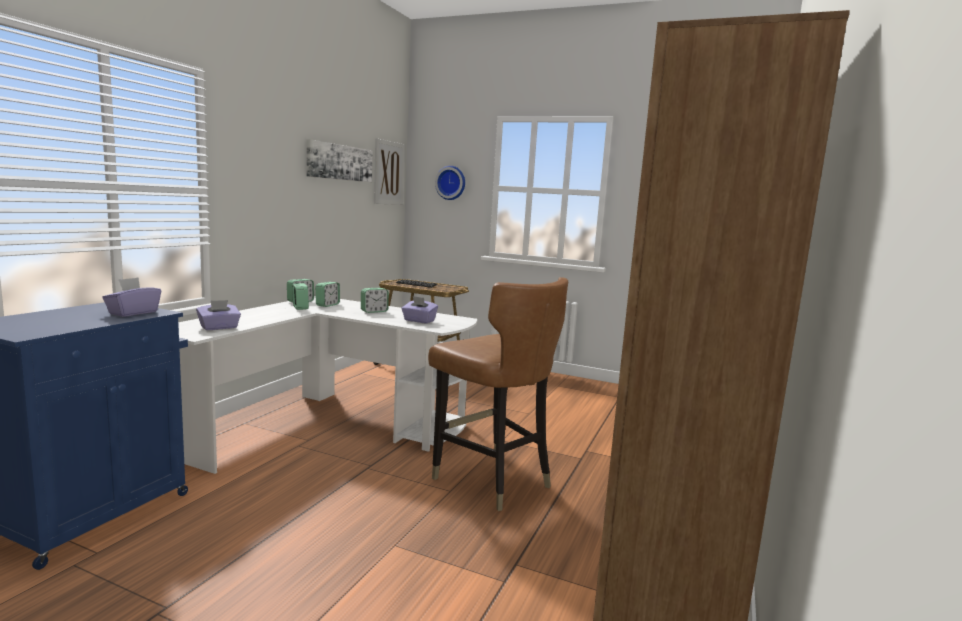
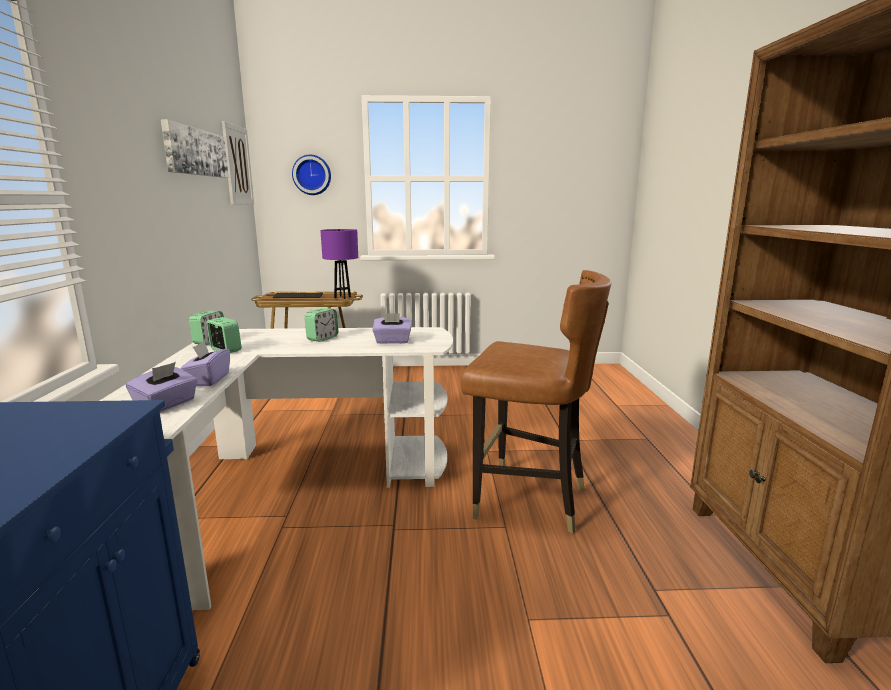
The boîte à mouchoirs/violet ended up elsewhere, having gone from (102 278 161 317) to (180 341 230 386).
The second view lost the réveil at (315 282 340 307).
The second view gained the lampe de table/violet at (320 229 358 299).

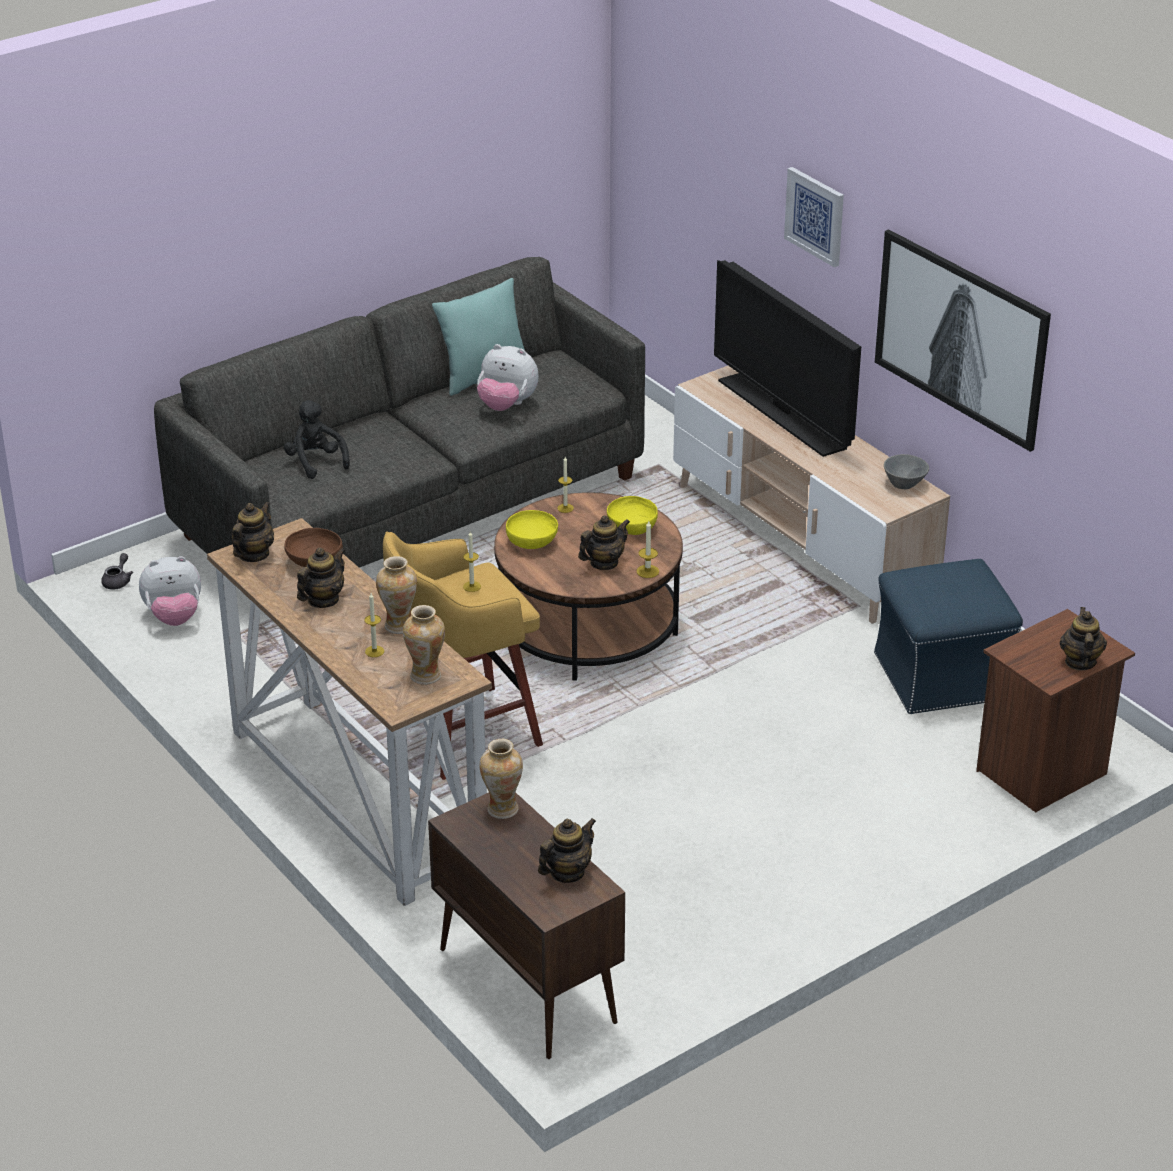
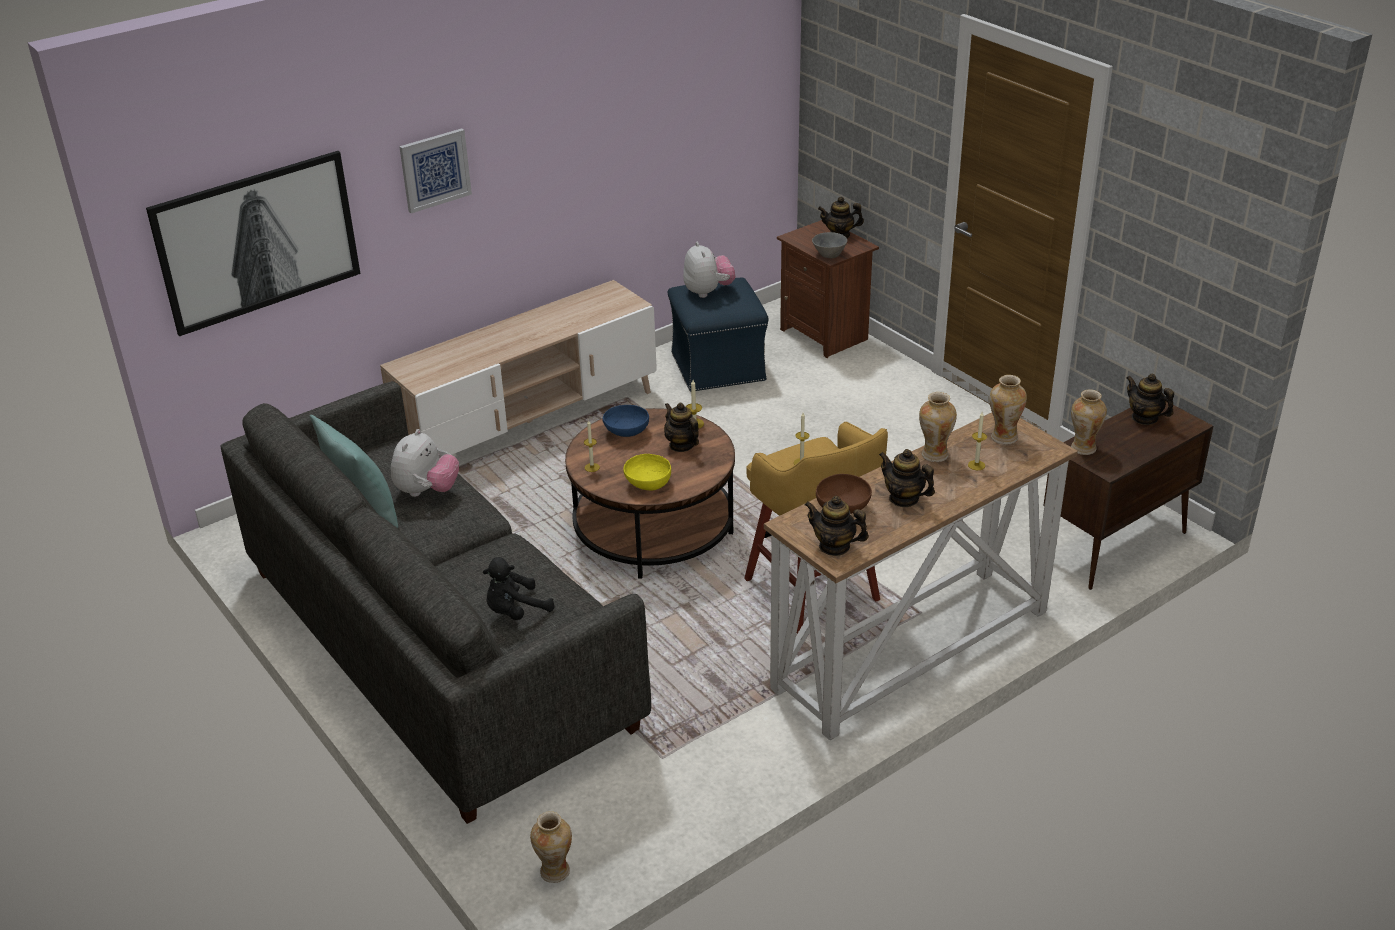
The tableau ended up elsewhere, having gone from (875 229 1051 452) to (146 151 361 336).
The second view lost the téléviseur at (714 260 861 457).
The bol/gris ended up elsewhere, having gone from (884 454 929 489) to (812 232 848 258).
What was the bol/jaune at (607 496 658 535) turned into the bol/bleu at (602 405 649 437).
Where the théière/gris stood at (101 553 133 590), the vase came to stand at (530 811 572 883).
The peluche ended up elsewhere, having gone from (139 556 201 626) to (683 242 736 298).

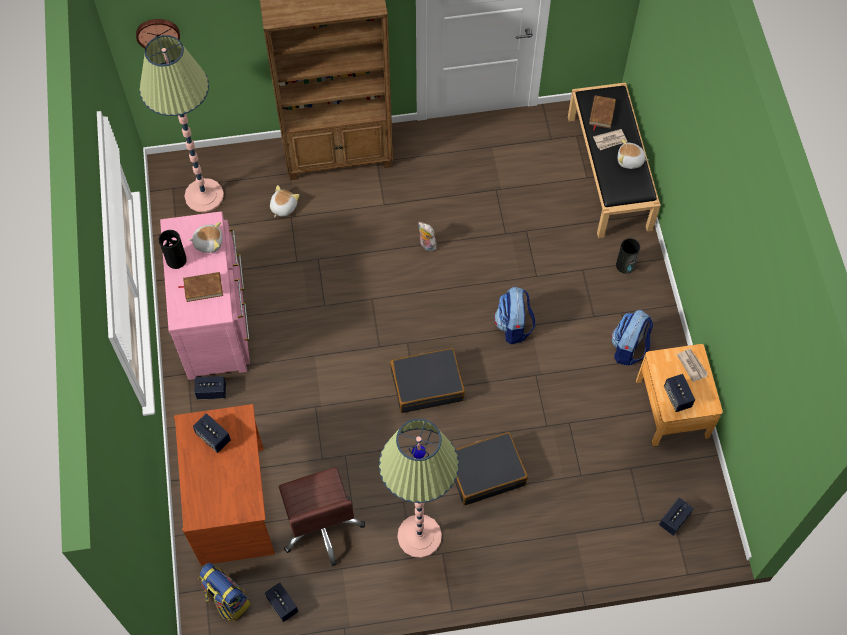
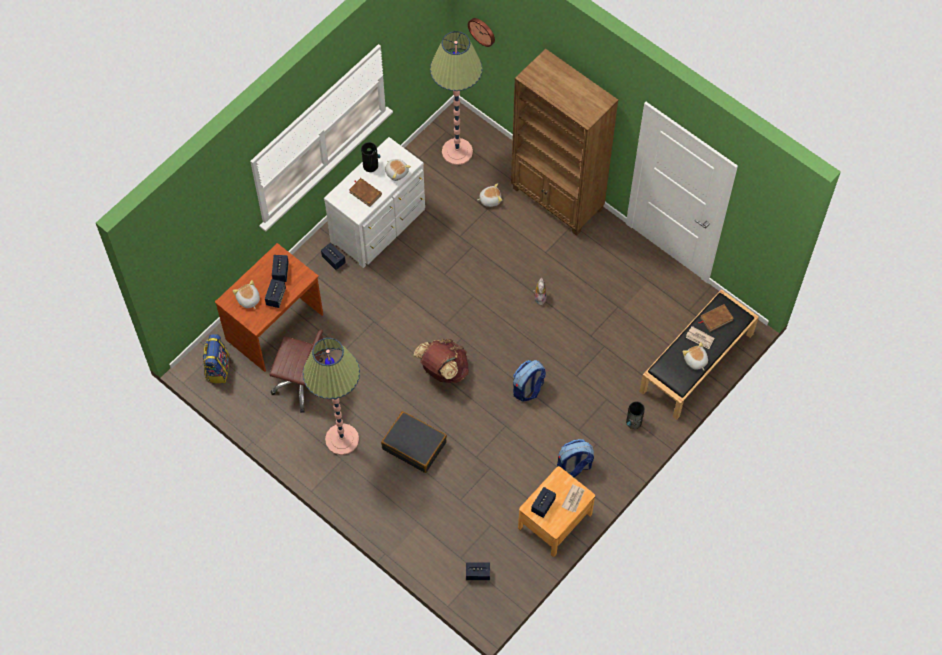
What was the commode/rose at (160 211 250 380) turned into the commode/blanc at (324 137 425 268).
Where the valise/noir stood at (390 348 465 413), the sac à dos/marron came to stand at (414 339 469 383).
The chaise de bureau/marron at (279 467 365 566) ended up facing another way, 105 degrees counterclockwise from before.
The enceinte ended up elsewhere, having gone from (265 582 298 622) to (265 279 286 308).
The second view gained the peluche at (233 280 260 309).

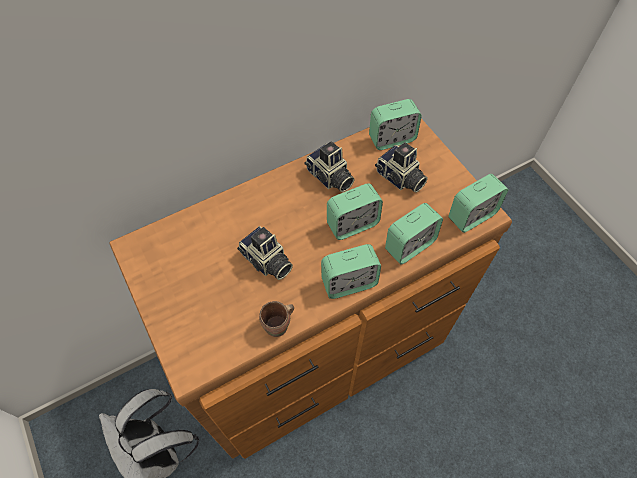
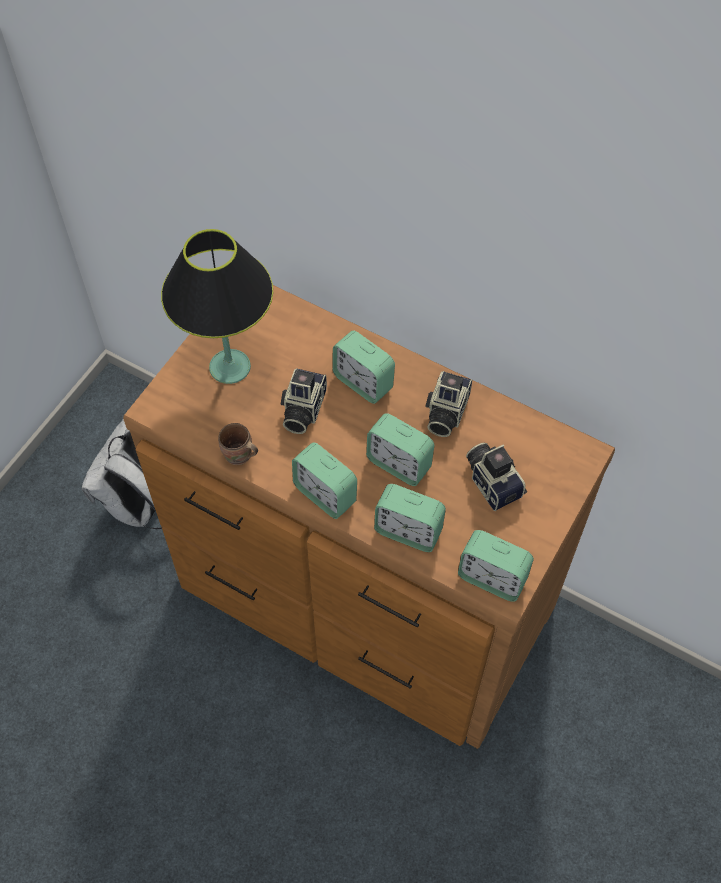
The réveil ended up elsewhere, having gone from (369 99 422 150) to (332 331 395 404).
The appareil photo at (375 142 428 193) ended up facing another way, 135 degrees clockwise from before.
The second view gained the lampe de table/noir at (161 229 273 384).

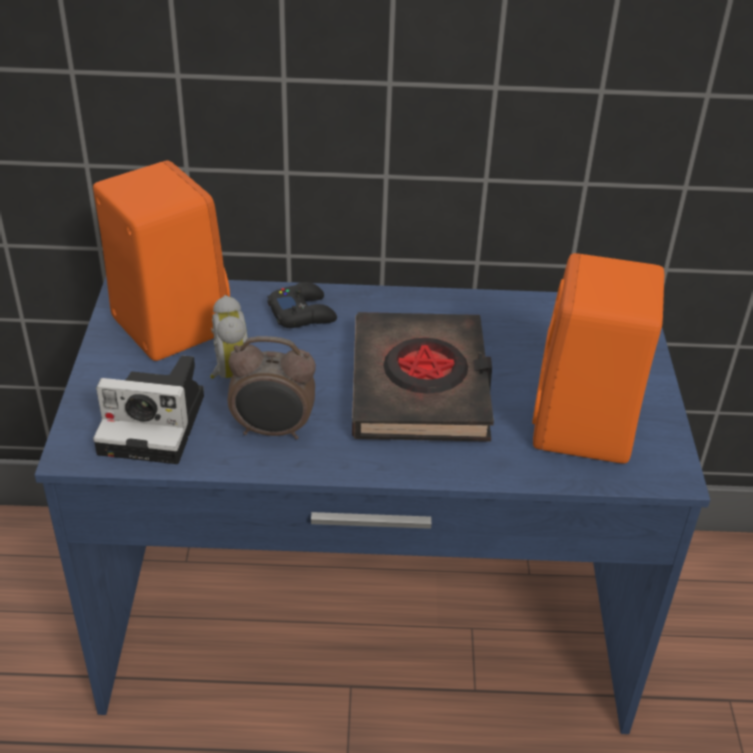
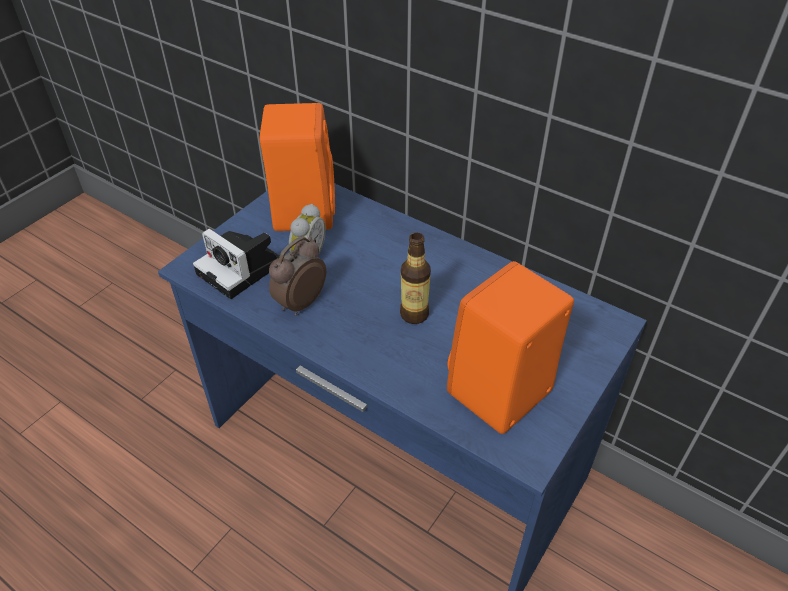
The second view lost the manette/noir at (267 282 337 328).
Where the livre/noir stood at (352 312 494 442), the bouteille came to stand at (400 233 431 324).
The réveil at (228 336 316 439) ended up facing another way, 90 degrees clockwise from before.

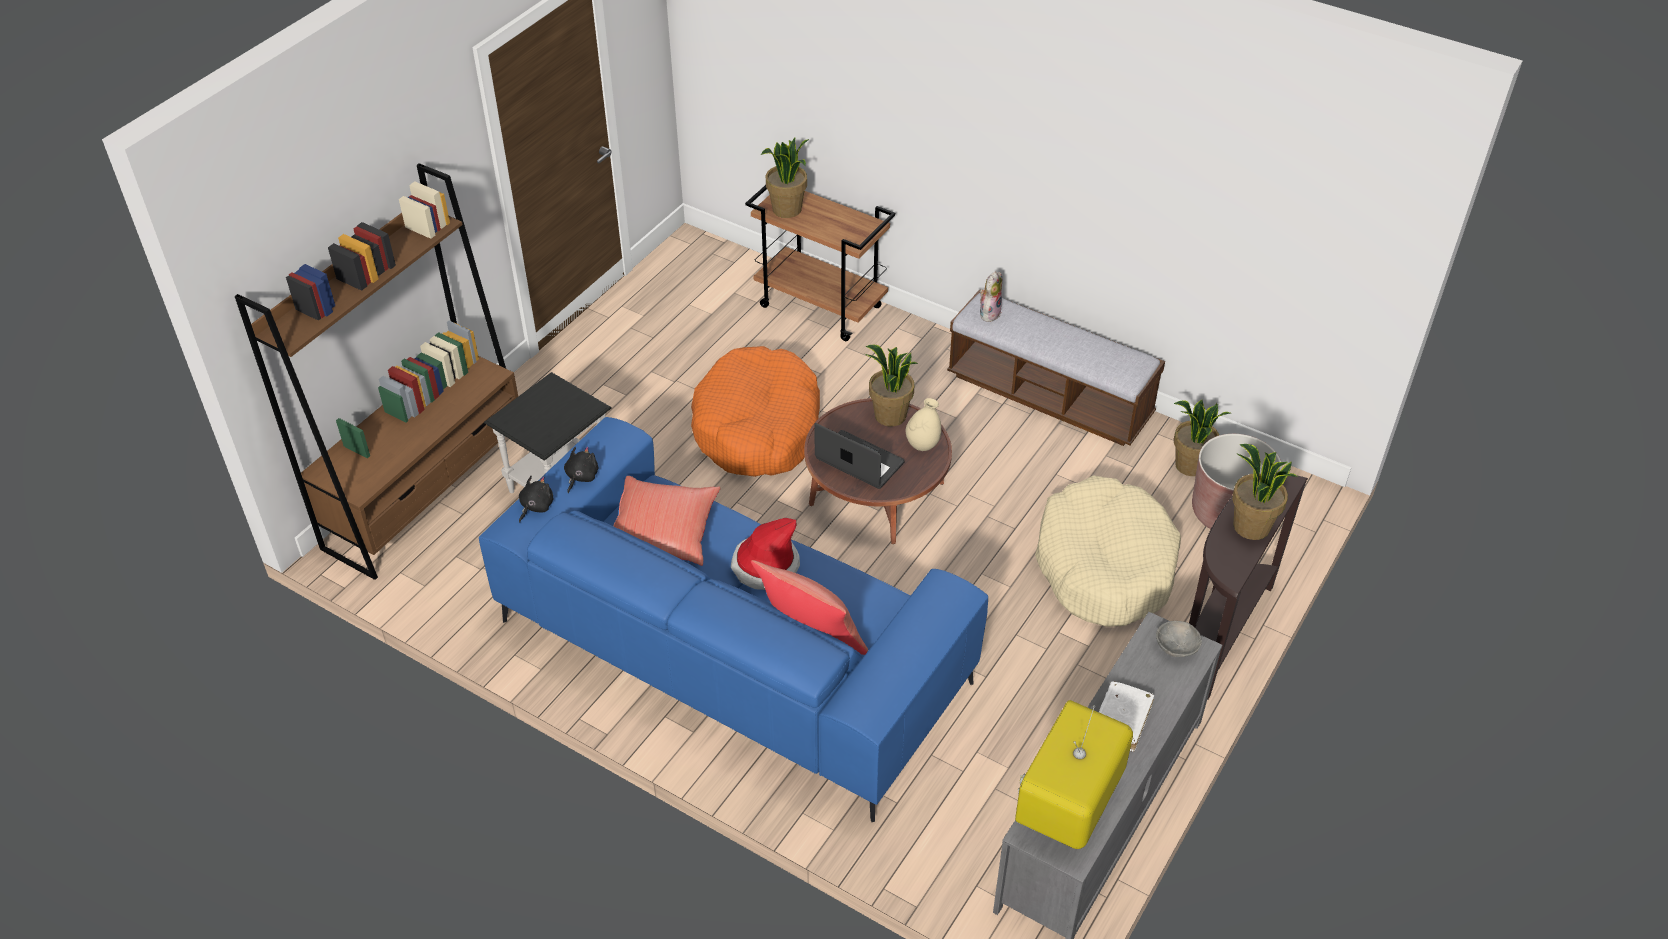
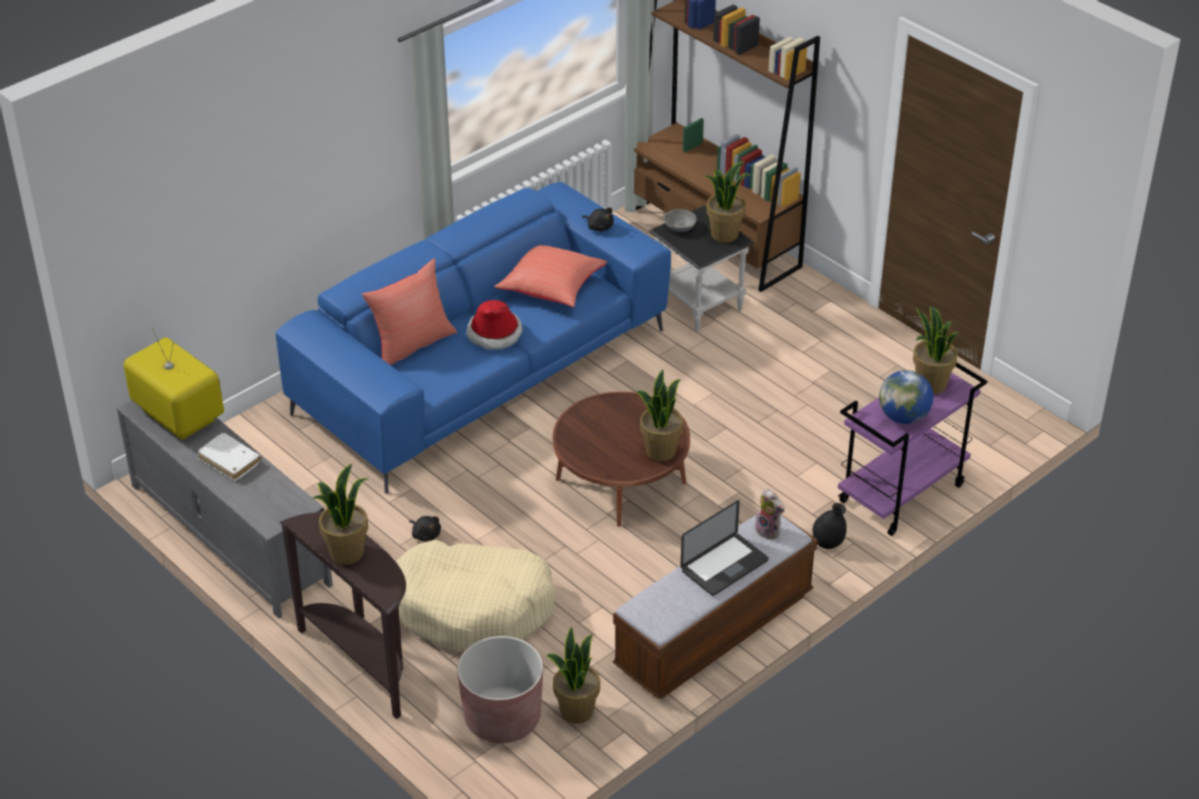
What was the chariot/marron at (745 185 895 341) turned into the chariot/violet at (838 362 987 536).
The second view lost the panier pour chien/orange at (691 346 820 477).
The second view lost the vase/beige at (906 398 941 451).
The ordinateur portable ended up elsewhere, having gone from (814 423 905 489) to (680 500 769 596).
The peluche/noir ended up elsewhere, having gone from (519 476 553 523) to (409 516 441 542).
The bol/gris ended up elsewhere, having gone from (1156 621 1202 657) to (664 209 697 232).
The second view gained the plante en pot at (704 161 752 243).
The second view gained the globe at (879 370 933 424).
The second view gained the vase/noir at (813 503 847 549).

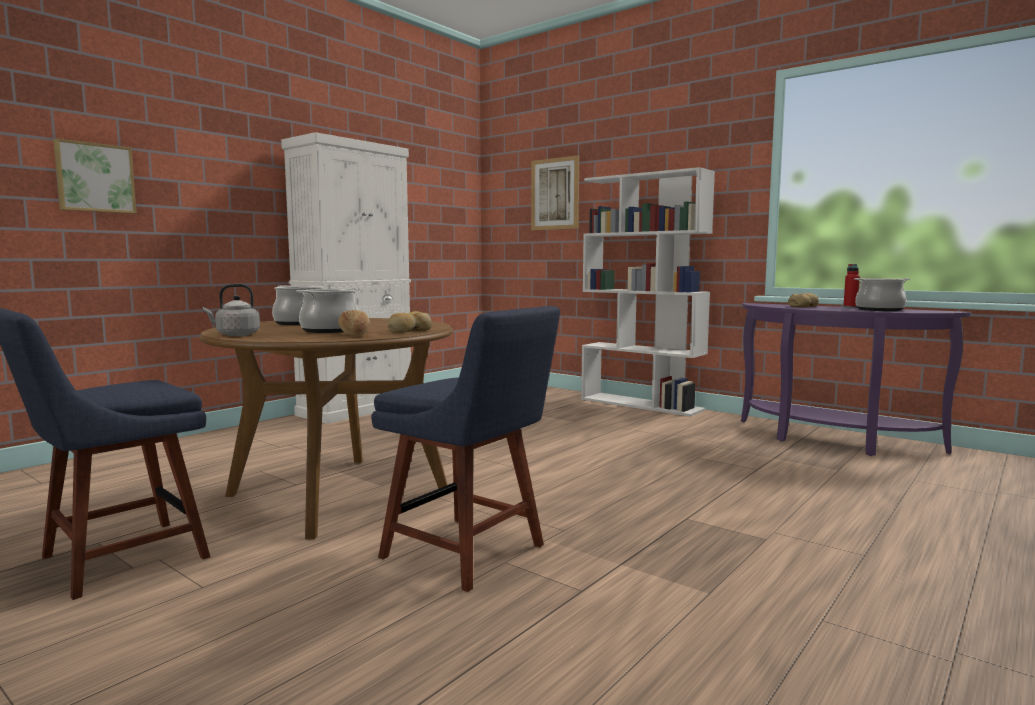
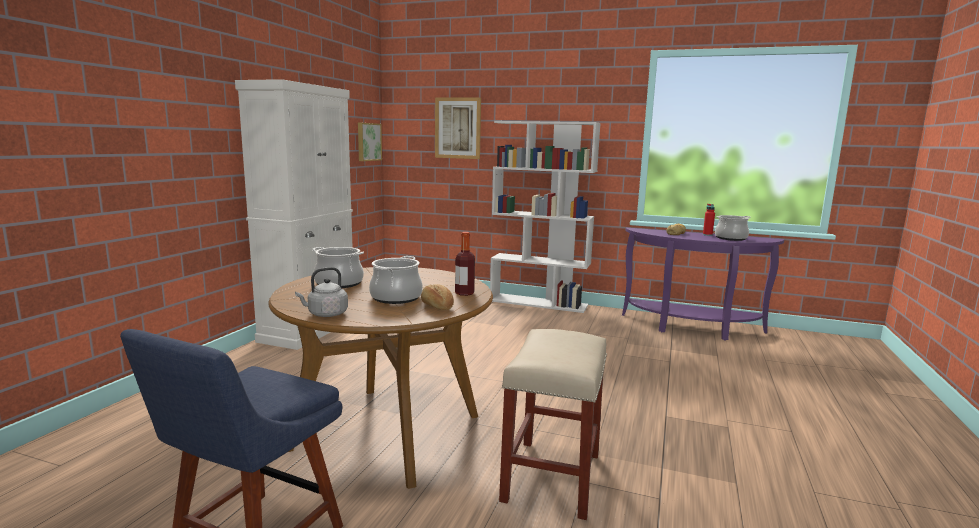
The tableau ended up elsewhere, having gone from (53 138 136 214) to (358 123 382 161).
Where the chaise/bleu stood at (371 306 560 592), the tabouret/beige came to stand at (499 329 607 520).
Where the pain stood at (387 311 432 333), the bouteille came to stand at (455 232 475 296).

